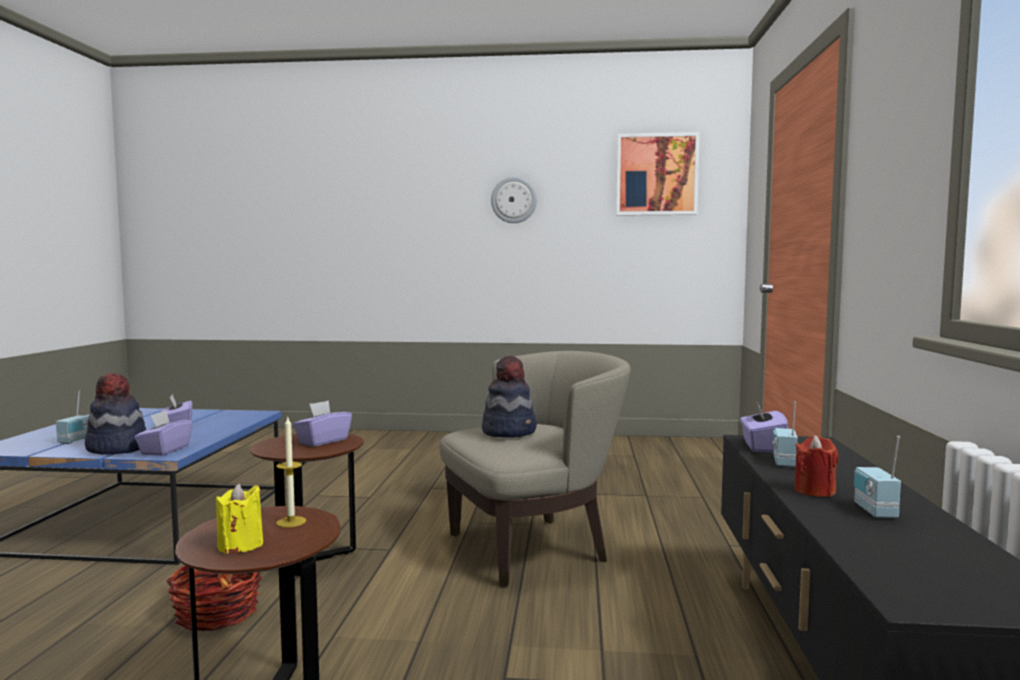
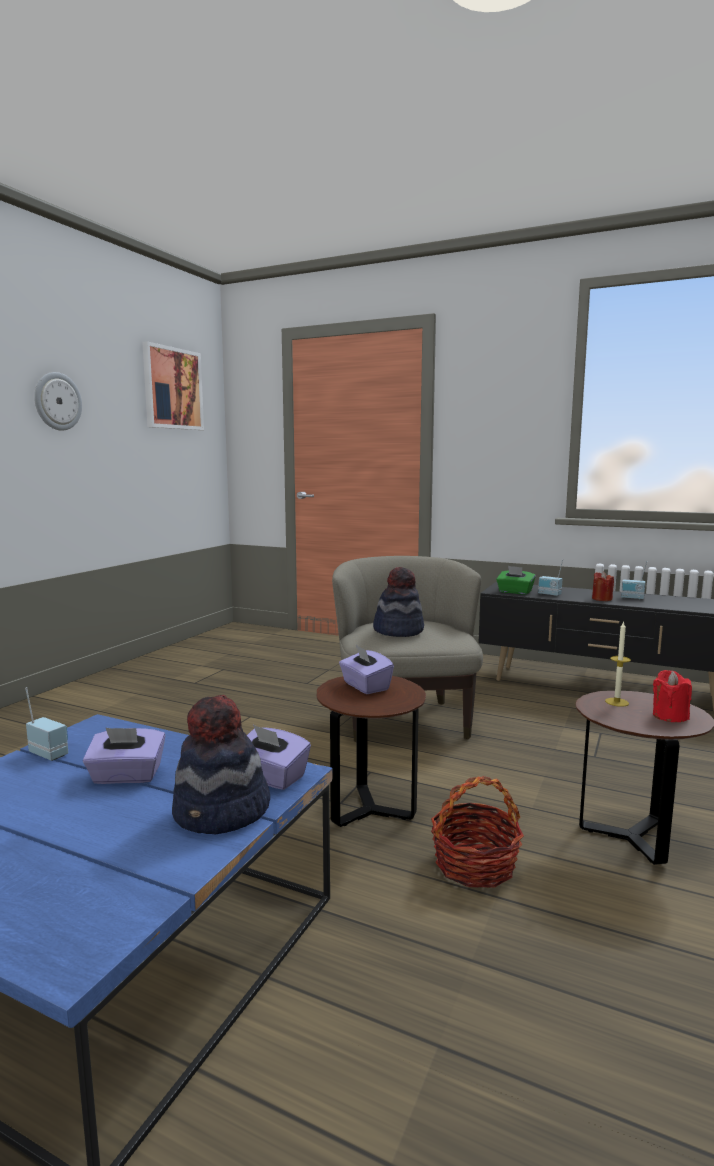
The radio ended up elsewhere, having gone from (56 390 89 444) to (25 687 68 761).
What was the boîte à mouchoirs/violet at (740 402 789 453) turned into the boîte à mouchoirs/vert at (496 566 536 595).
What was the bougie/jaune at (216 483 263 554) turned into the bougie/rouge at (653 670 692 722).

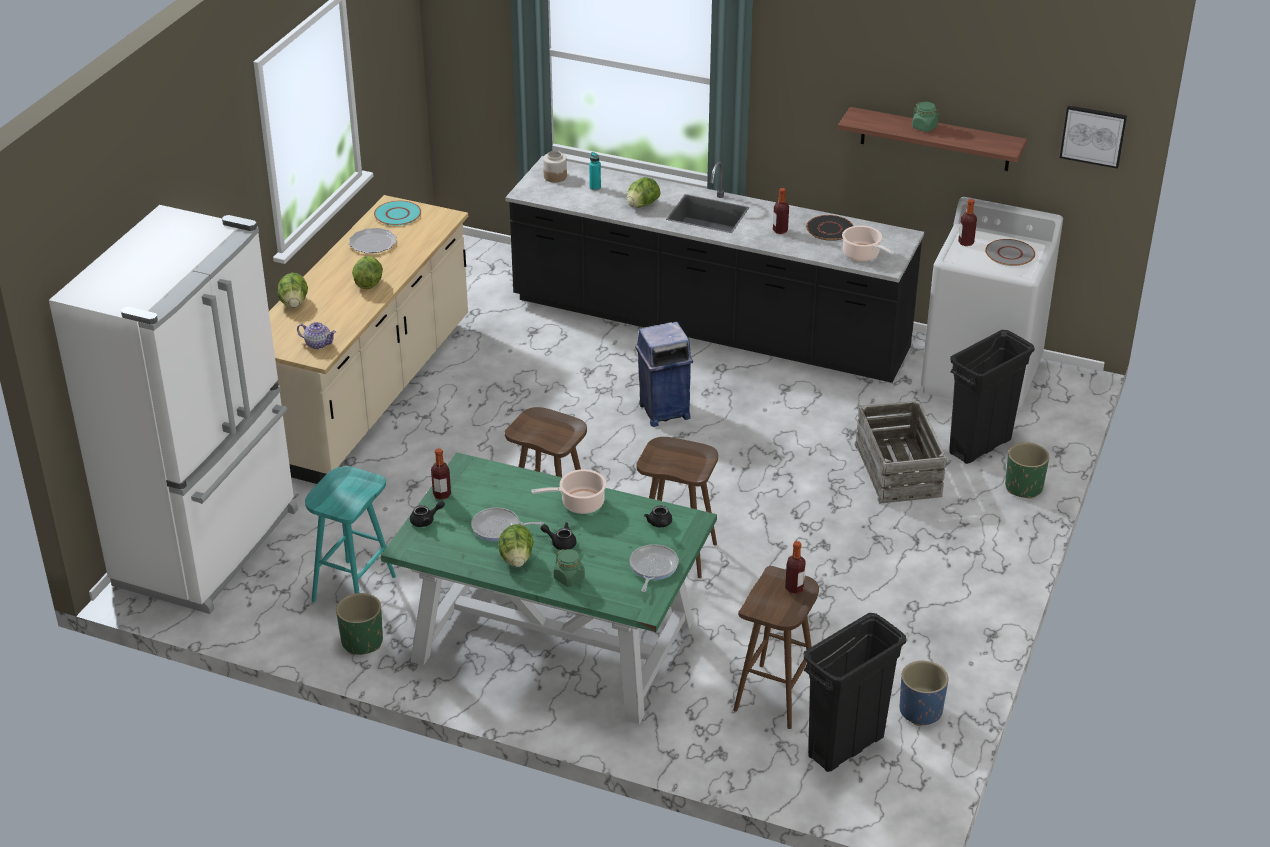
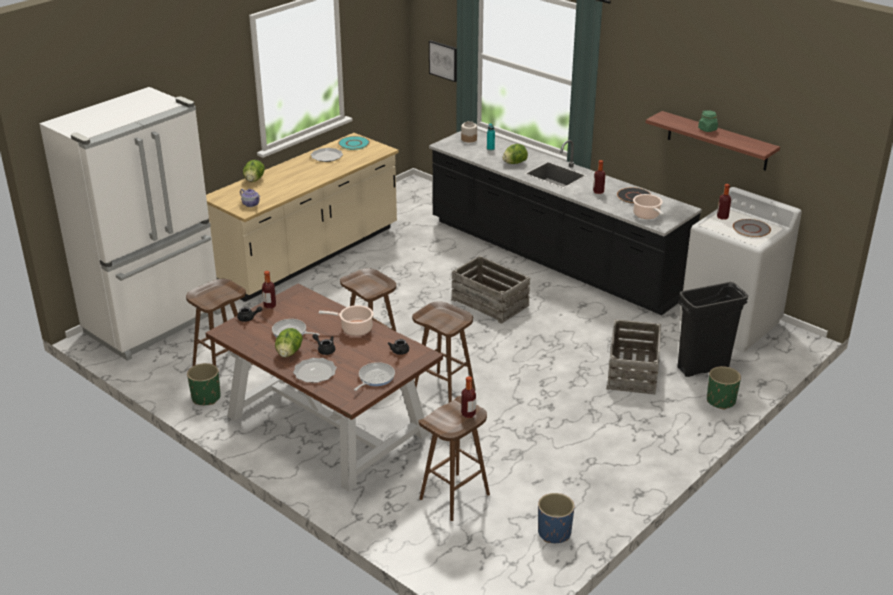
The tableau ended up elsewhere, having gone from (1060 105 1127 169) to (429 40 457 82).
The second view lost the laitue at (352 256 383 289).
Where the poubelle/bleu stood at (635 322 693 427), the caisse came to stand at (451 256 530 324).
What was the table à manger/vert at (381 452 717 724) turned into the table à manger/marron at (206 284 443 492).
What was the tabouret/turquoise at (305 466 396 602) turned into the tabouret/marron at (186 279 253 366).
Where the bocal/vert stood at (554 549 585 587), the assiette came to stand at (293 358 337 383).
The second view lost the poubelle/noir at (804 613 906 772).

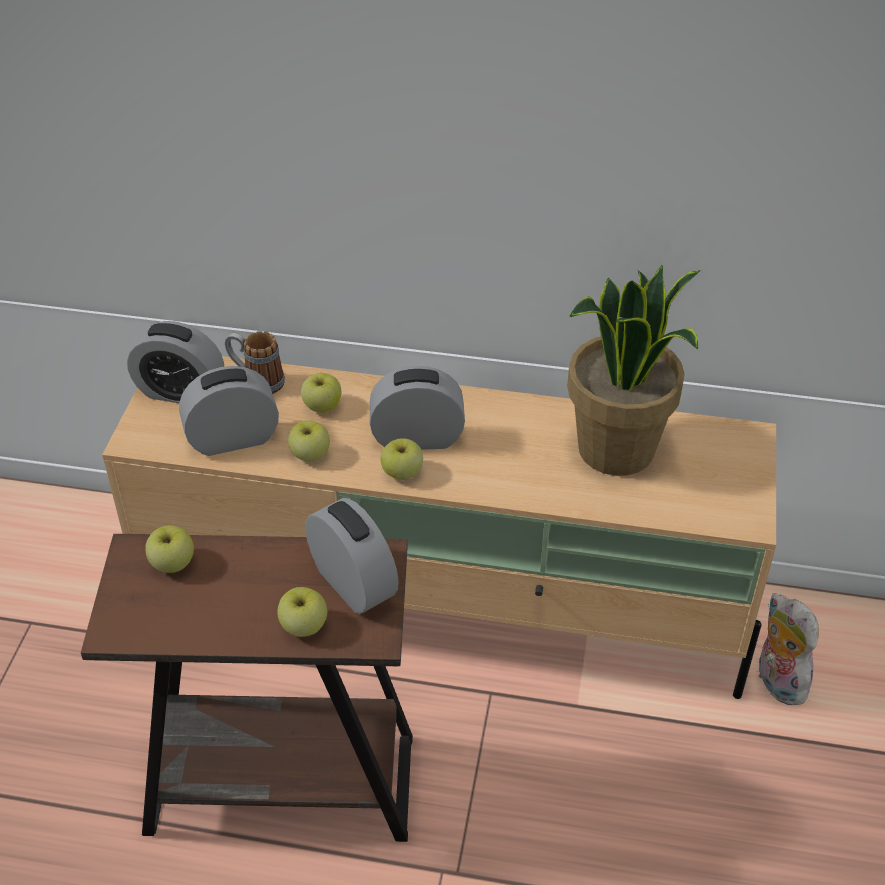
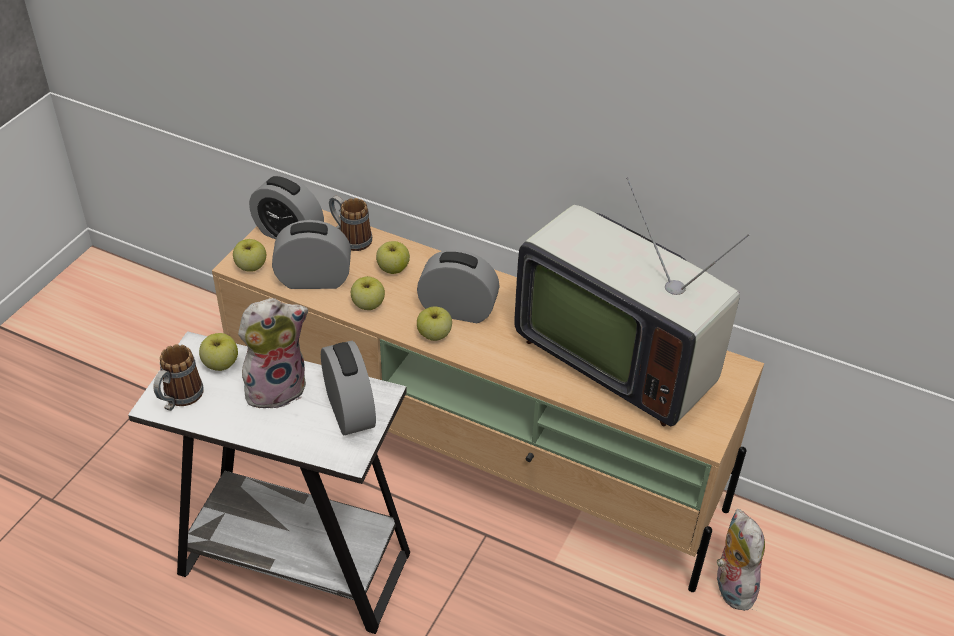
Where the plante en pot stood at (567 265 701 476), the téléviseur came to stand at (515 177 750 426).
What was the table d'appoint/marron at (81 534 413 842) turned into the table d'appoint/blanc at (128 331 410 634).
The pomme ended up elsewhere, having gone from (277 587 327 637) to (233 239 266 272).
The second view gained the peluche at (238 298 308 413).
The second view gained the mug at (153 344 204 411).

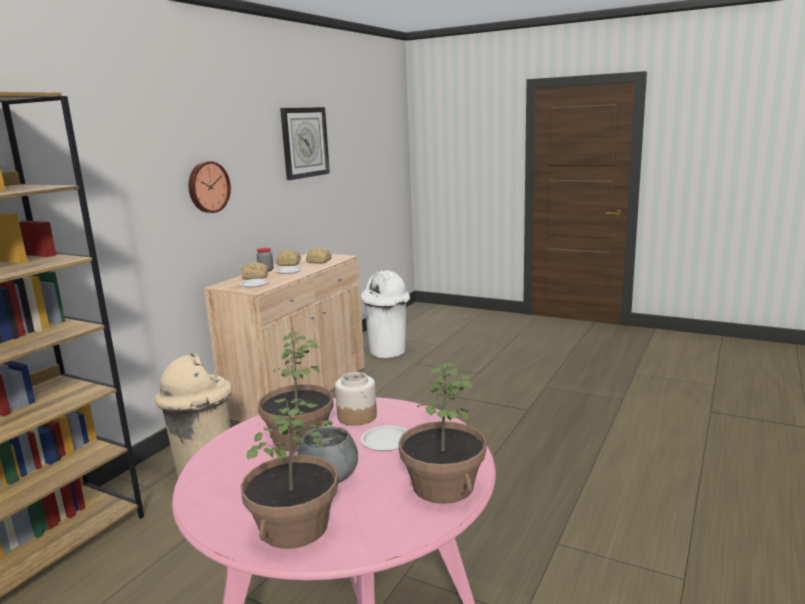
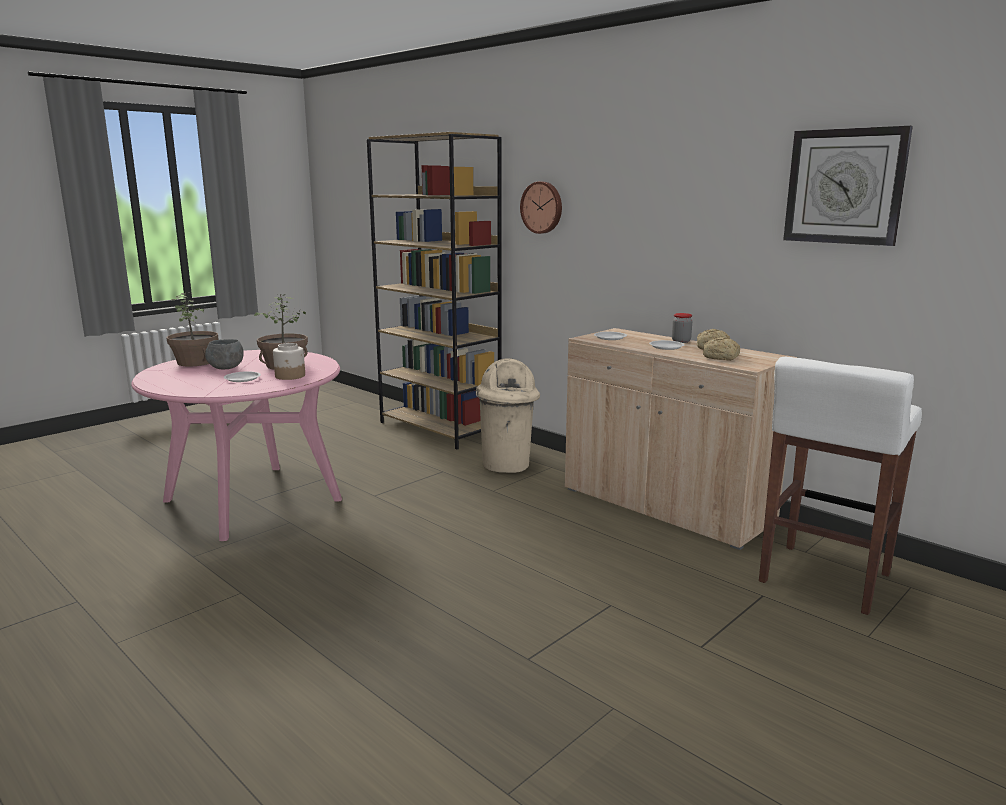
The horloge murale ended up elsewhere, having gone from (189 161 231 213) to (520 182 562 234).
The second view lost the pain at (242 262 268 280).
Where the poubelle/blanc stood at (361 270 410 358), the tabouret/blanc came to stand at (759 357 922 615).
The second view lost the plante en pot at (399 363 487 504).

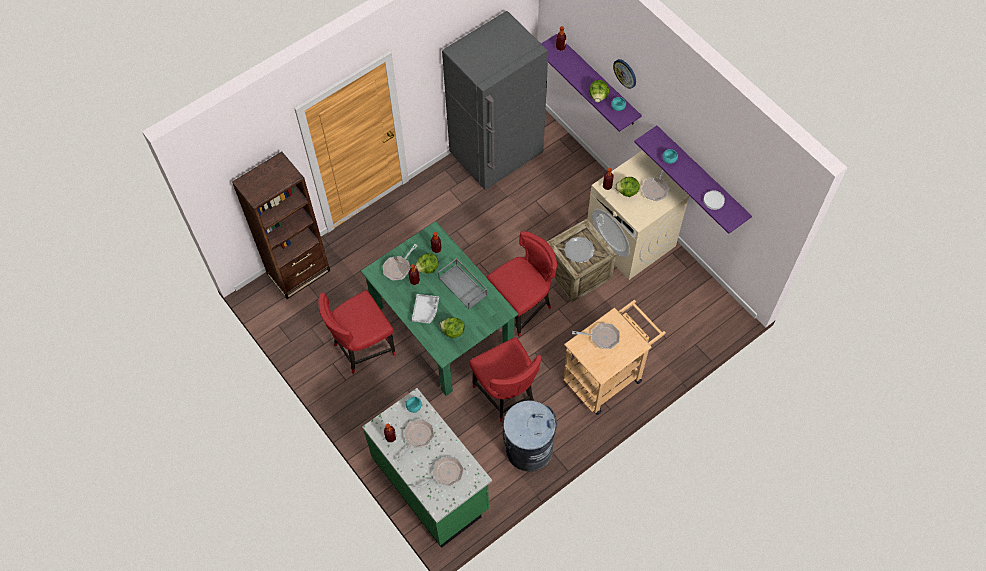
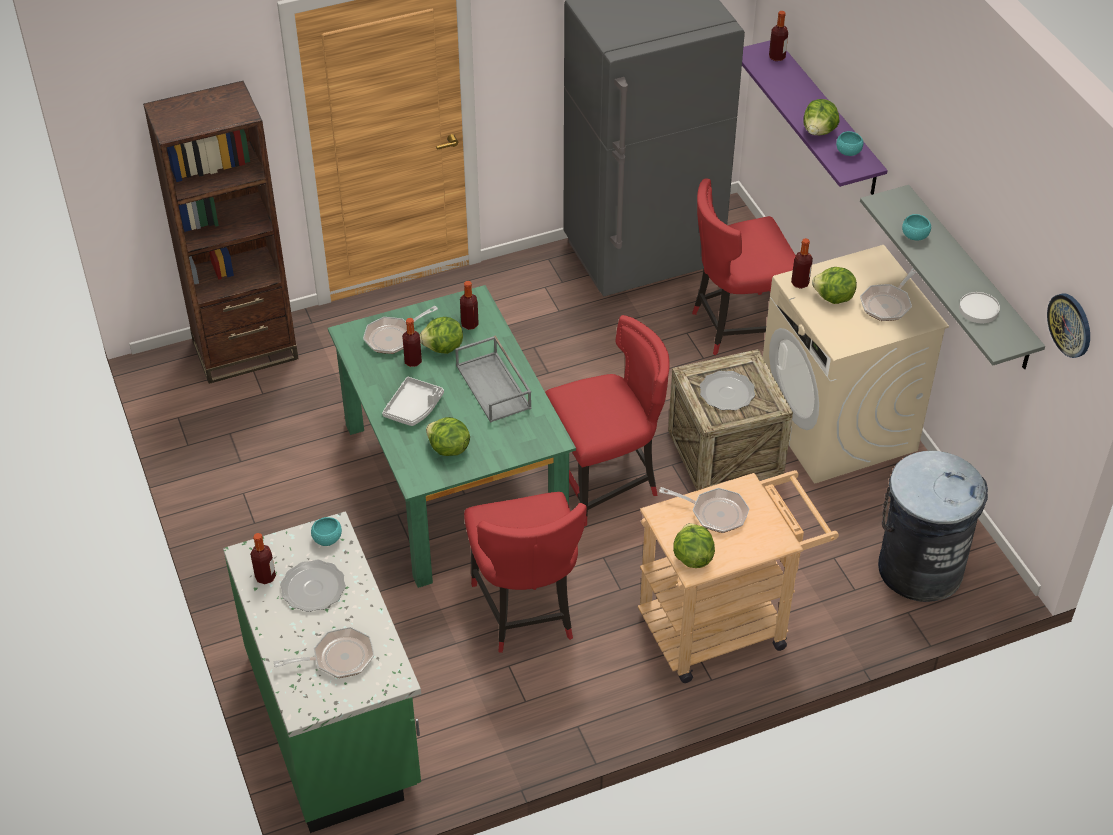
The horloge murale ended up elsewhere, having gone from (613 59 636 89) to (1047 293 1090 358).
What was the étagère/violet at (634 126 752 234) turned into the étagère/gris at (860 185 1045 369).
The chaise/rouge ended up elsewhere, having gone from (318 290 396 374) to (692 178 796 355).
The poubelle/gris ended up elsewhere, having gone from (503 400 557 472) to (878 451 988 602).
Where the poêle stood at (397 419 434 462), the assiette came to stand at (280 560 346 612).
The second view gained the laitue at (673 523 715 568).

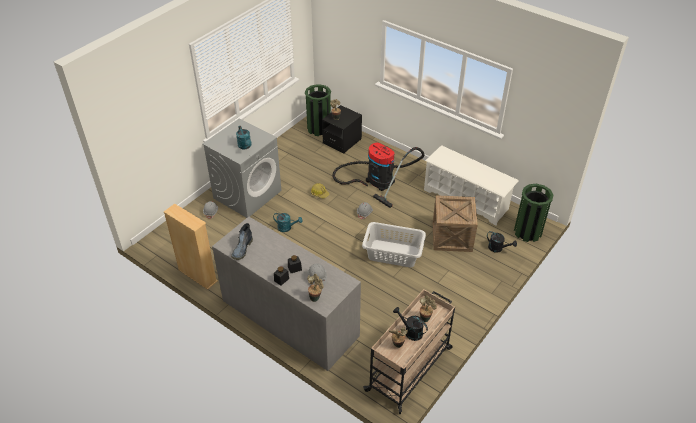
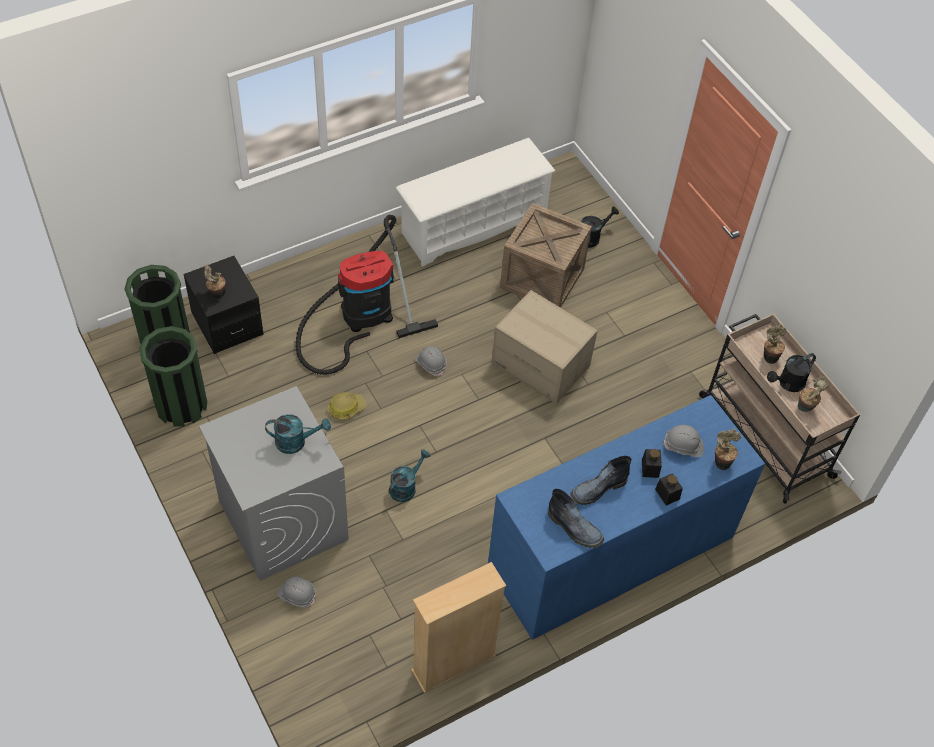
The poubelle/vert ended up elsewhere, having gone from (514 184 553 242) to (139 326 207 427).
What was the commode/gris at (212 217 361 371) turned into the commode/bleu at (488 395 765 640).
Where the panier à linge/gris stood at (362 222 426 267), the carton came to stand at (491 290 598 404).
The second view gained the botte at (570 456 632 505).

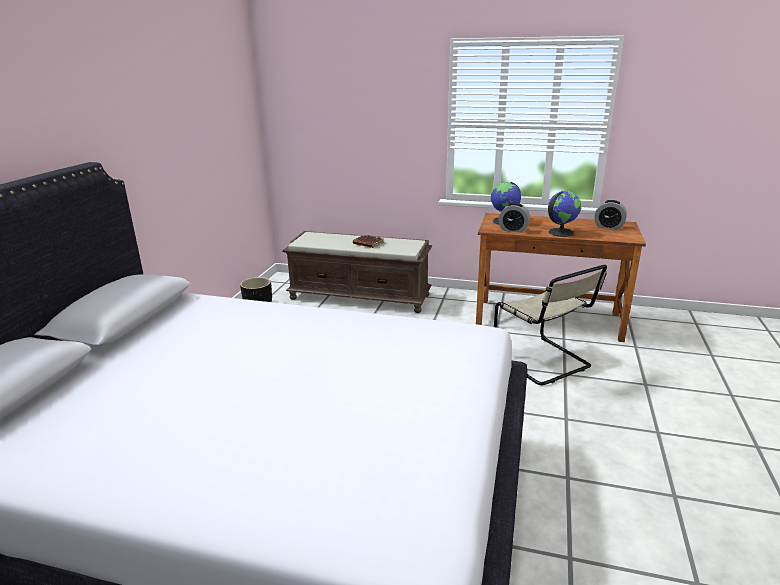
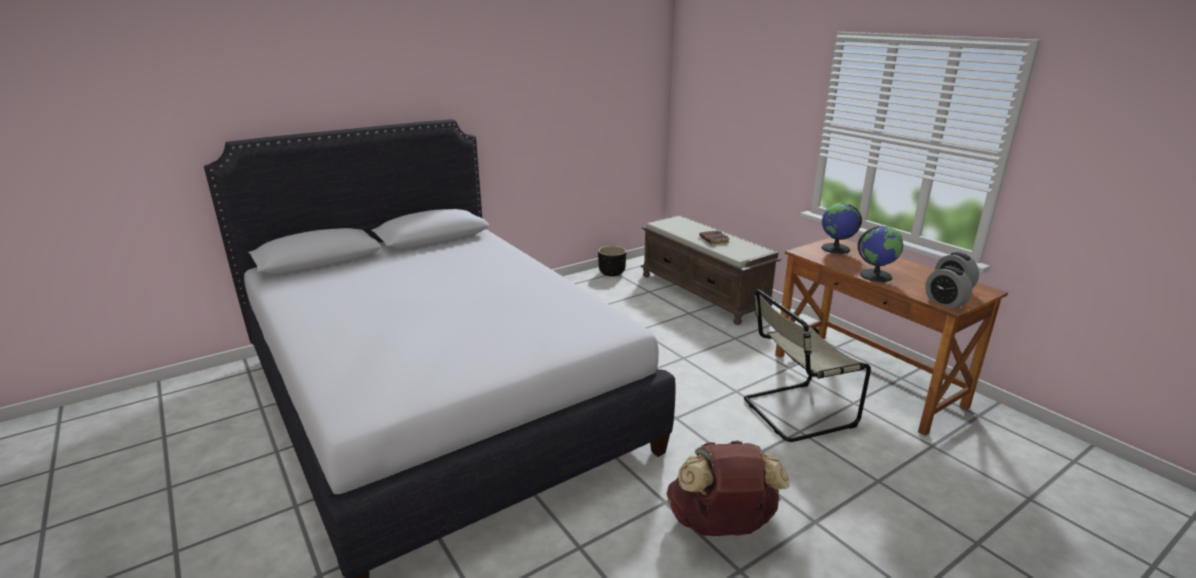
The réveil ended up elsewhere, having gone from (498 203 530 233) to (925 266 972 309).
The chaise/beige at (494 265 607 385) ended up facing another way, 60 degrees clockwise from before.
The second view gained the sac à dos/marron at (667 441 790 536).

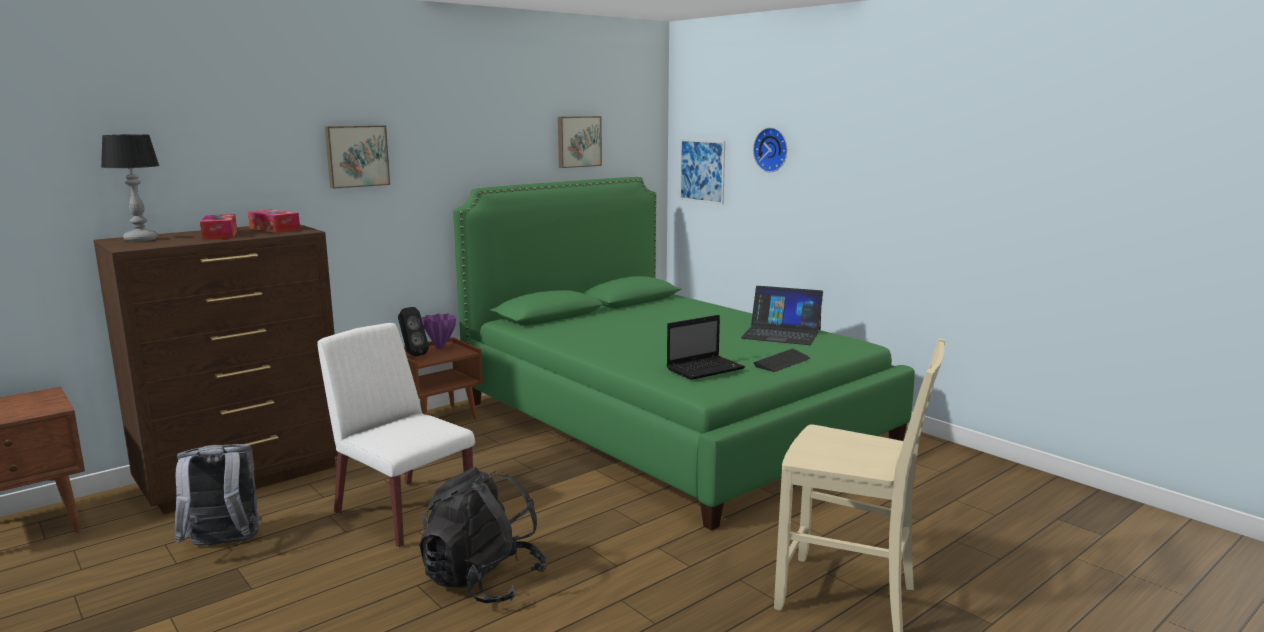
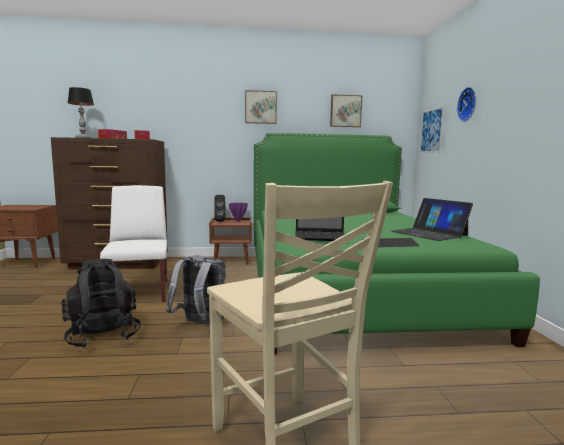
The tableau ended up elsewhere, having gone from (325 125 390 189) to (245 90 277 124).
The sac à dos/gris ended up elsewhere, having gone from (175 444 262 546) to (166 255 226 325).

